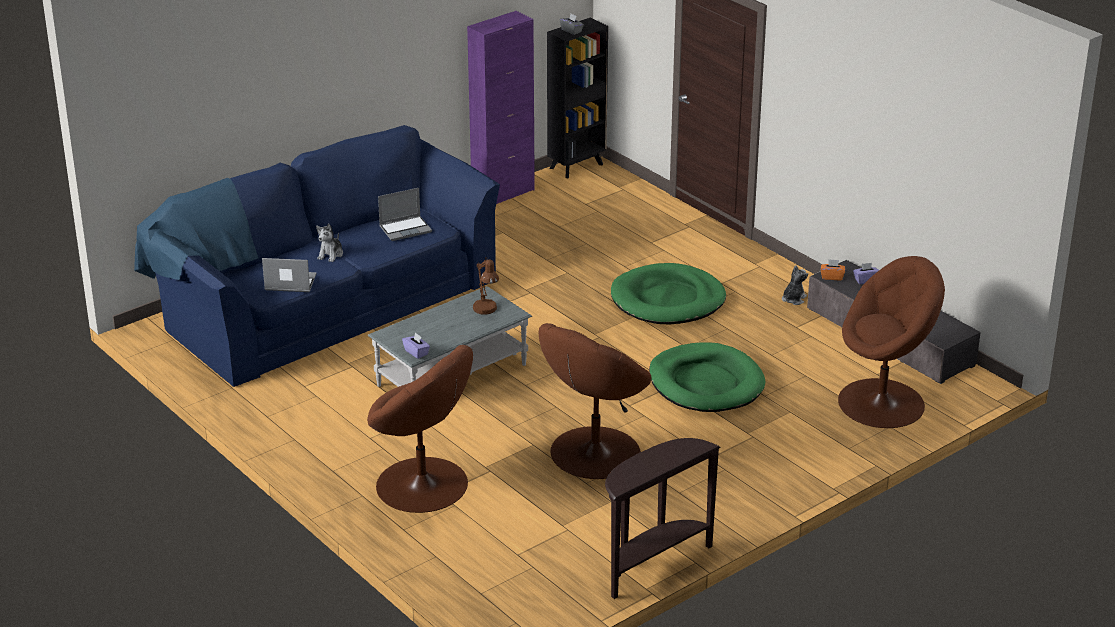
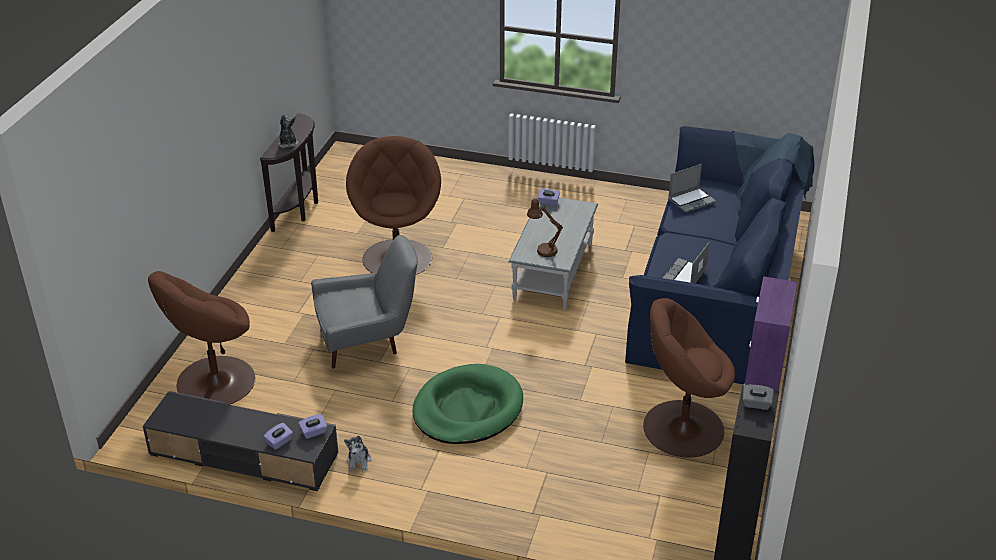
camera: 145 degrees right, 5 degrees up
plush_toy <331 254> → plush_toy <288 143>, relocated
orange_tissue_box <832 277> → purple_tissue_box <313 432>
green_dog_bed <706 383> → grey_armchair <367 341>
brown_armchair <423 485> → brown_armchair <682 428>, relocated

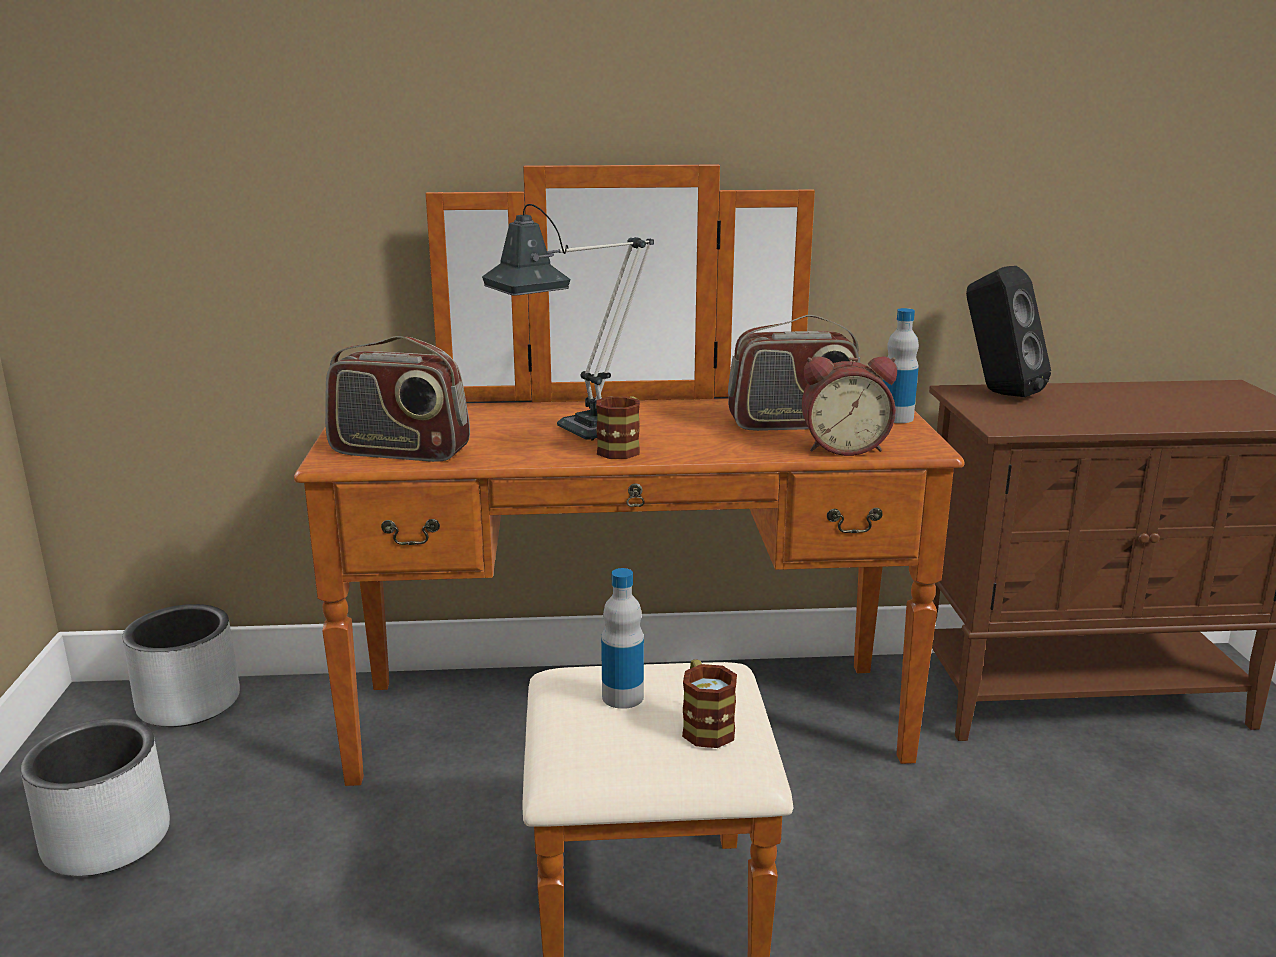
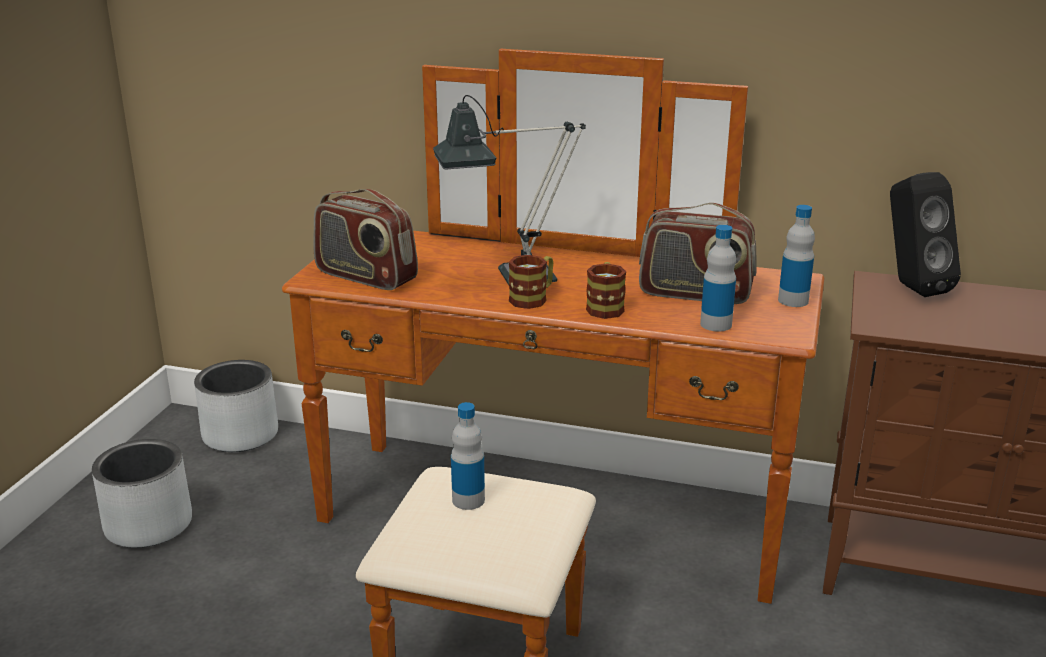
camera: 20 degrees right, 5 degrees up
mug <704 725> → mug <605 306>, relocated
alarm_clock <843 447> → bottle <716 324>

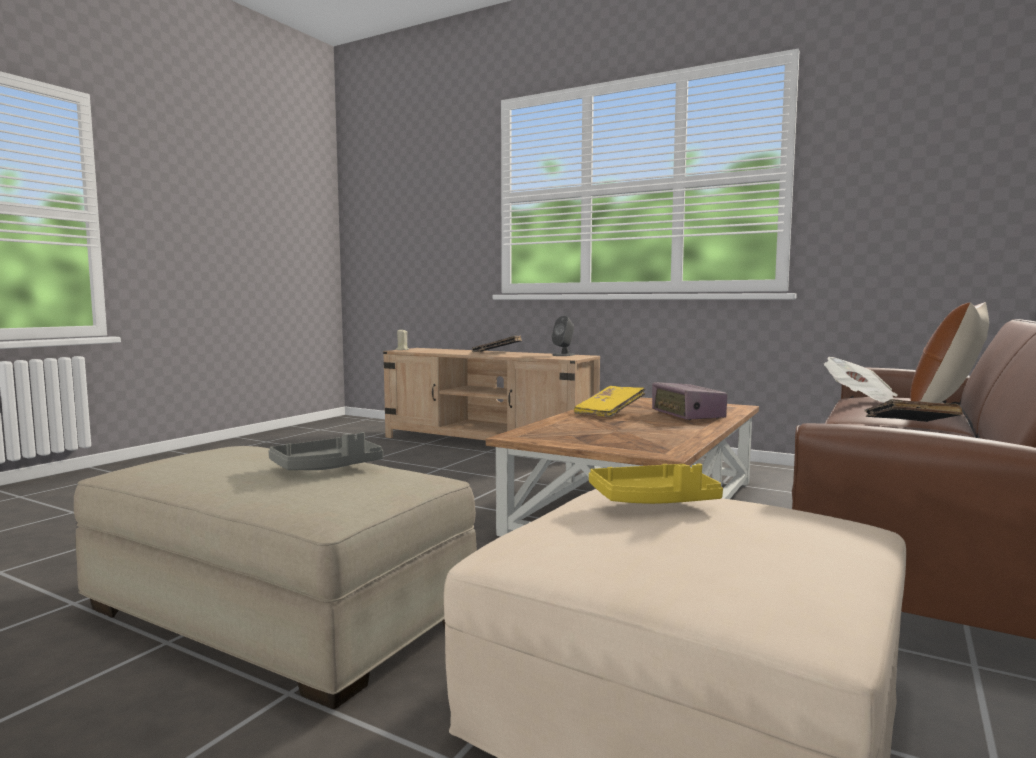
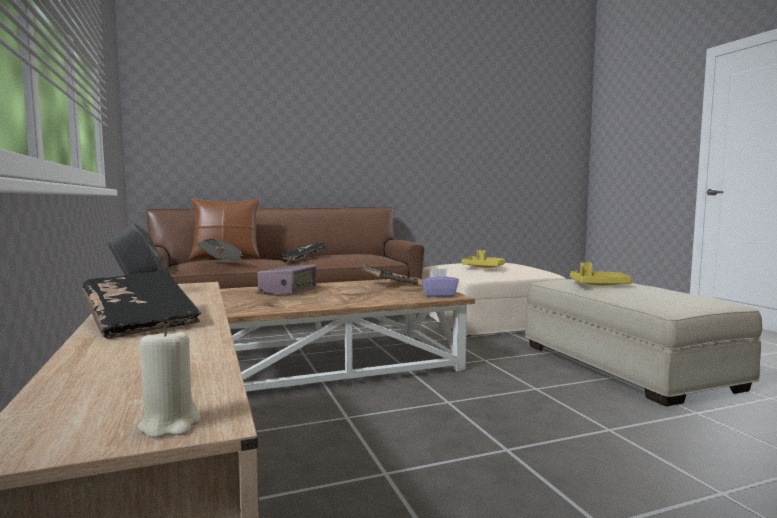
camera: 140 degrees left, 0 degrees up
- → black_book <390 284>
- → purple_tissue_box <439 295>
grey_tray <327 468> → yellow_tray <599 285>
yellow_book <609 412> → -

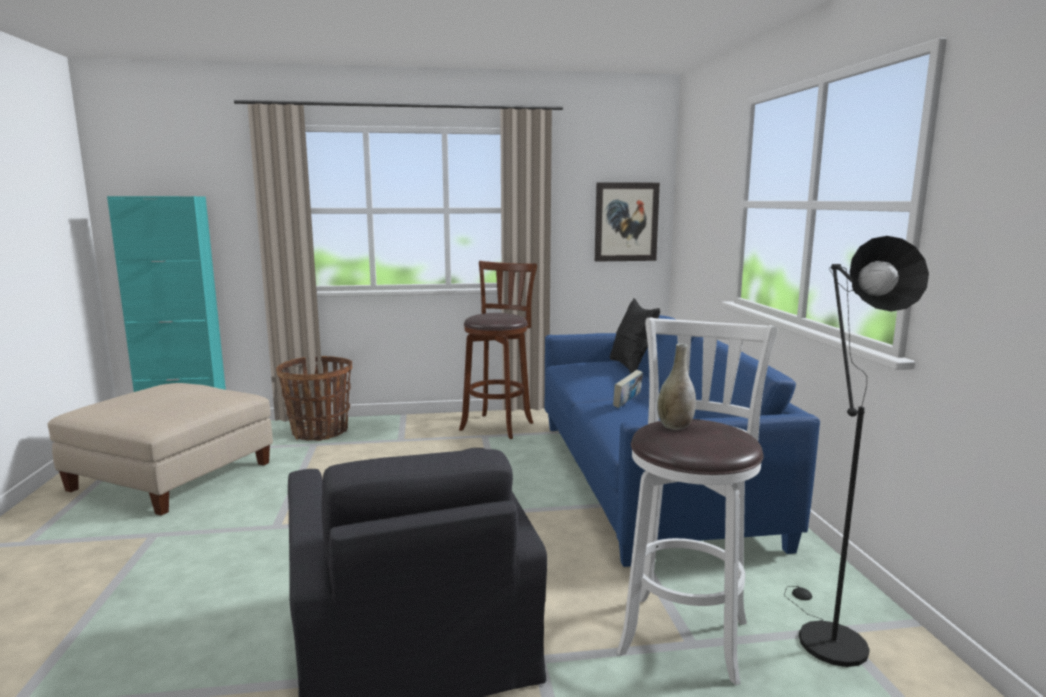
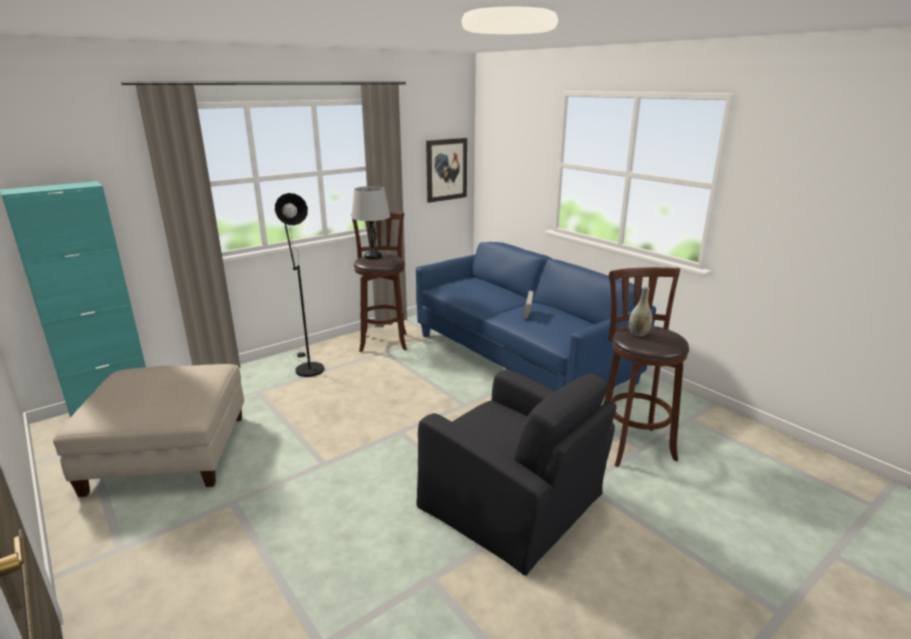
camera: 30 degrees left, 10 degrees up
black_floor_lamp <824 636> → black_floor_lamp <307 368>, relocated
- → grey_table_lamp <373 256>
white_stool <685 632> → brown_stool <632 444>
basket <320 432> → -
black_pillow <632 367> → -

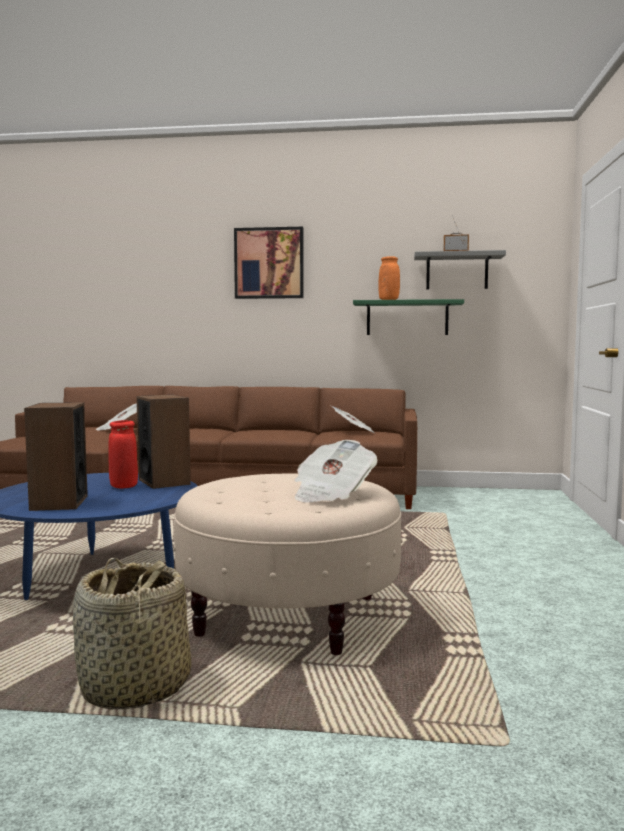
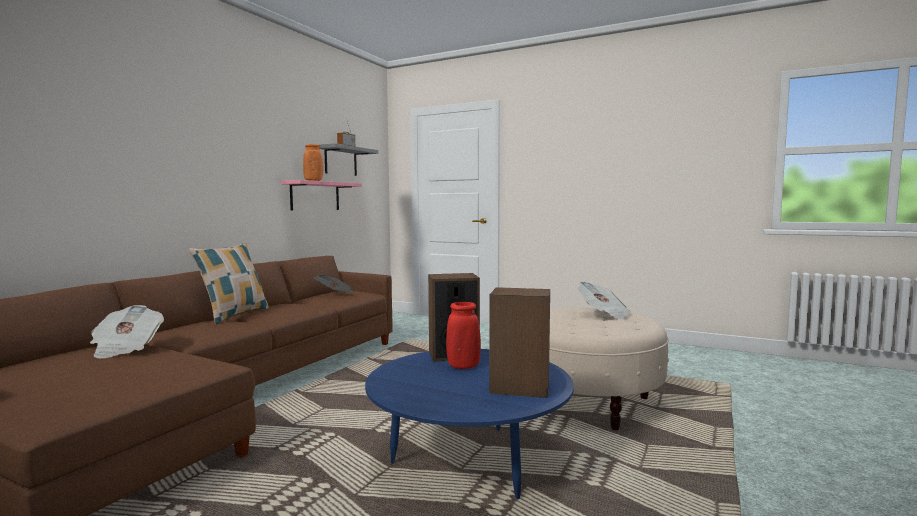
camera: 70 degrees left, 0 degrees up
- → pillow <234 315>
green_shelf <407 318> → pink_shelf <315 196>
basket <134 688> → -
picture <269 263> → -

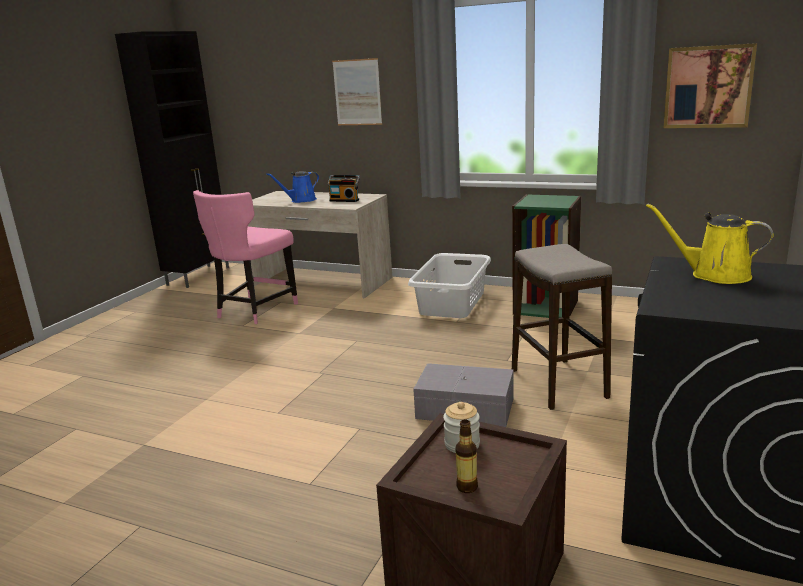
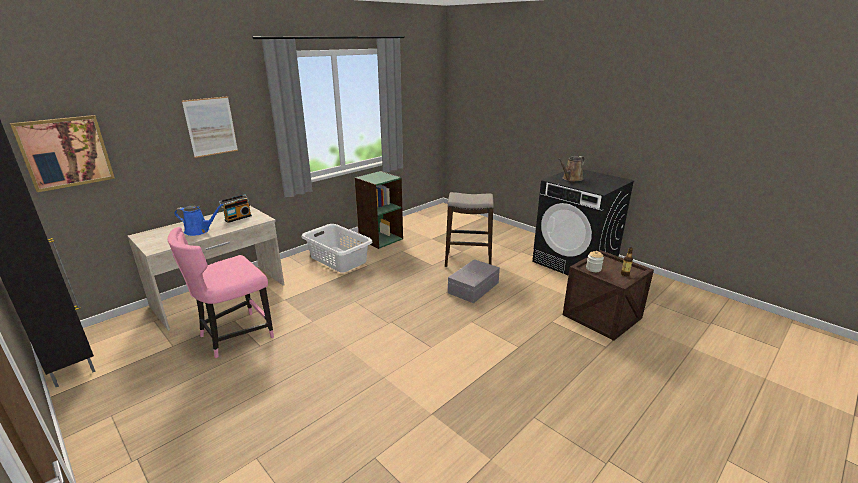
camera: 70 degrees left, 5 degrees up
picture <708 87> → picture <65 152>, relocated
pink_chair <254 311> → pink_chair <234 336>, 90 degrees clockwise
blue_watering_can <301 200> → blue_watering_can <199 231>, 75 degrees counterclockwise
yellow_watering_can <714 275> → brown_watering_can <571 179>

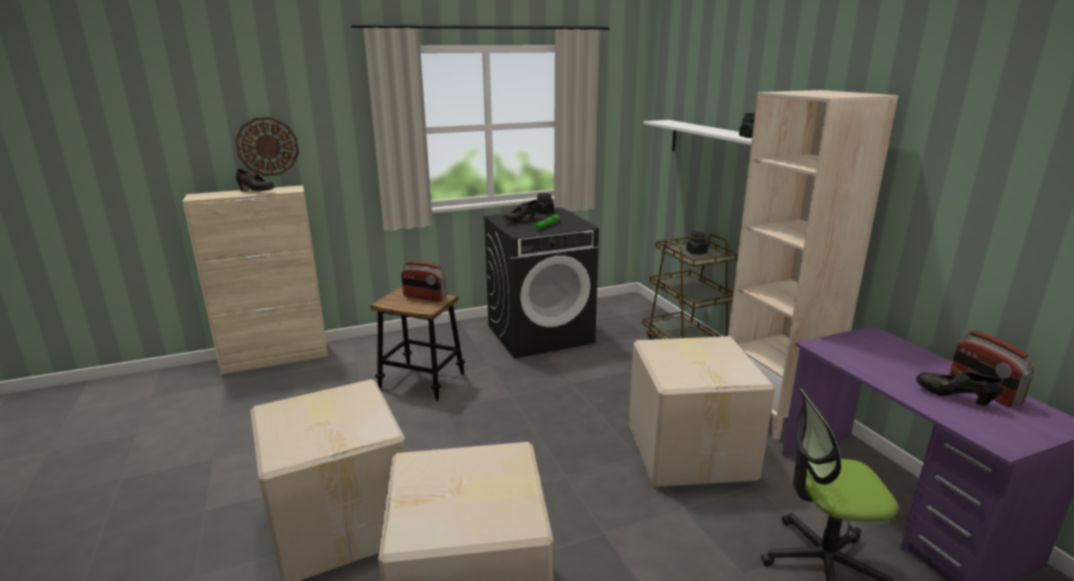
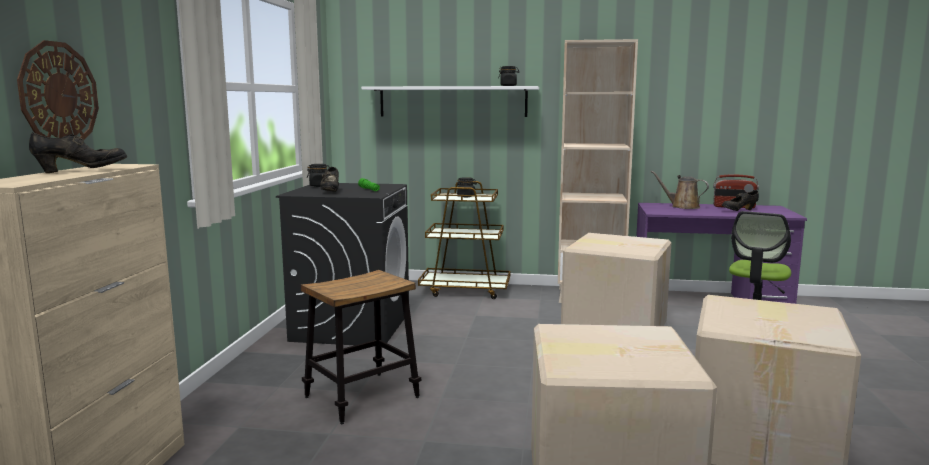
camera: 60 degrees left, 10 degrees down
- → brown_watering_can <682 207>
radio <424 297> → -

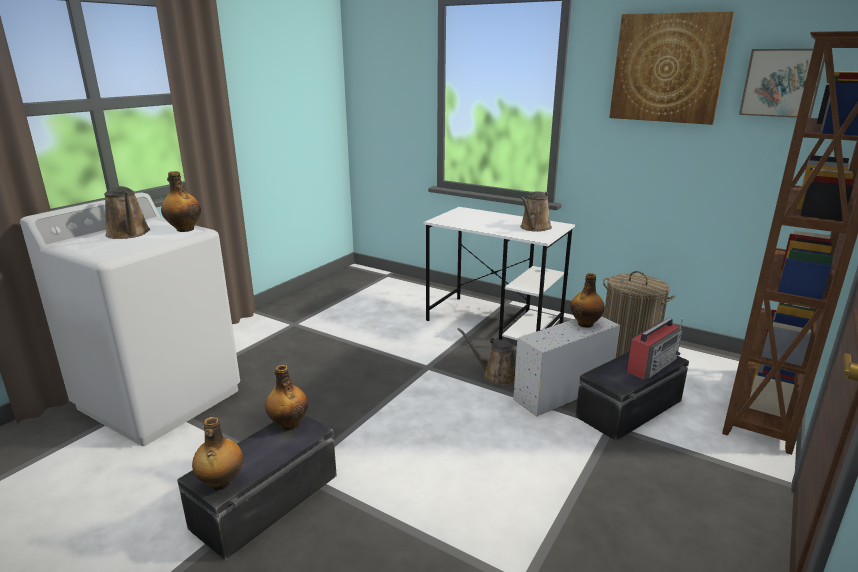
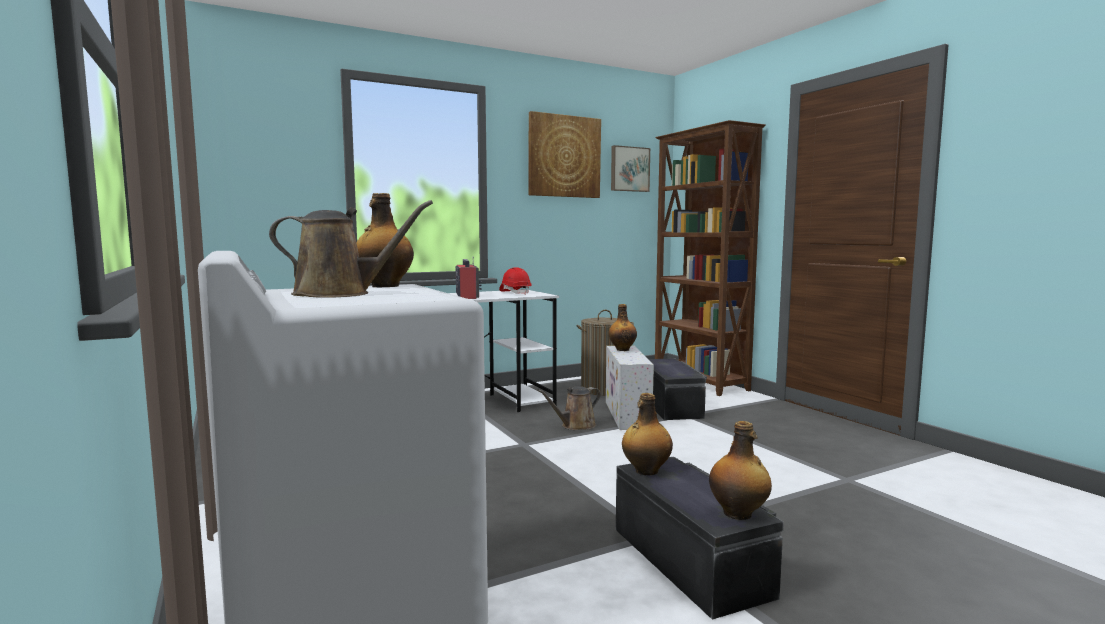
camera: 60 degrees left, 15 degrees down
radio <652 365> → radio <467 296>, relocated
brown_watering_can <534 228> → red_hard_hat <515 293>

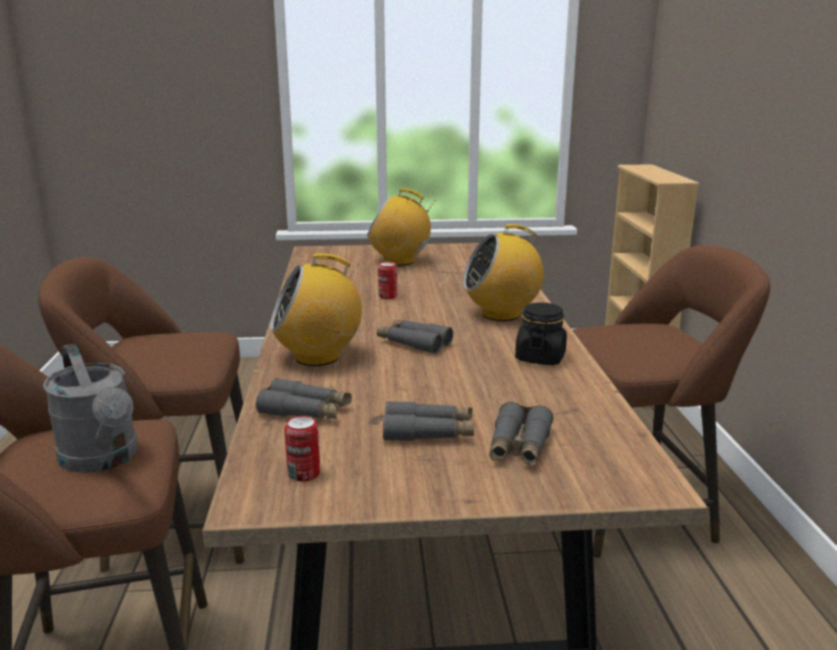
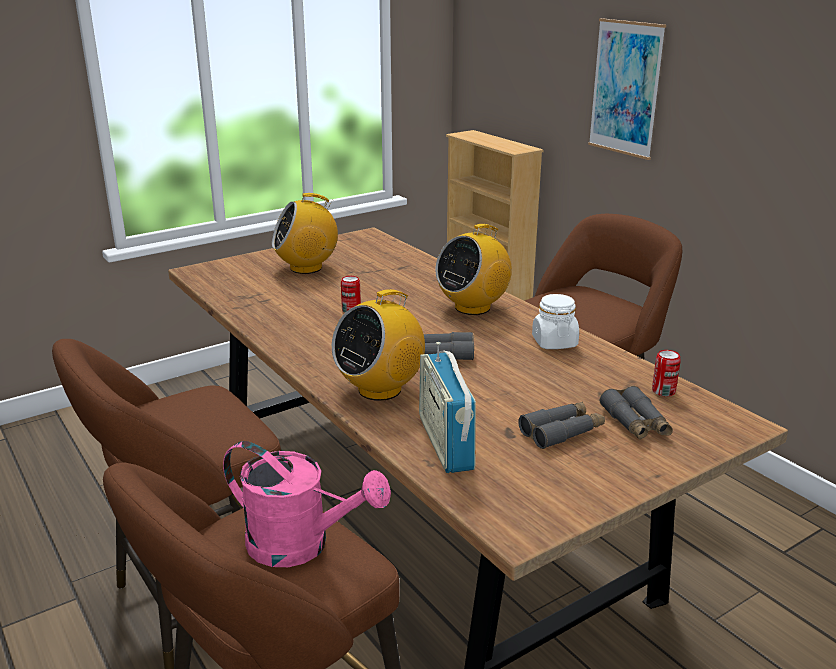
camera: 30 degrees left, 5 degrees up
grey_watering_can <103 459> → pink_watering_can <301 545>
grey_binoculars <305 411> → radio <445 443>
black_jar <540 357> → white_jar <554 342>
- → picture <625 88>
can <304 474> → can <663 391>, relocated

